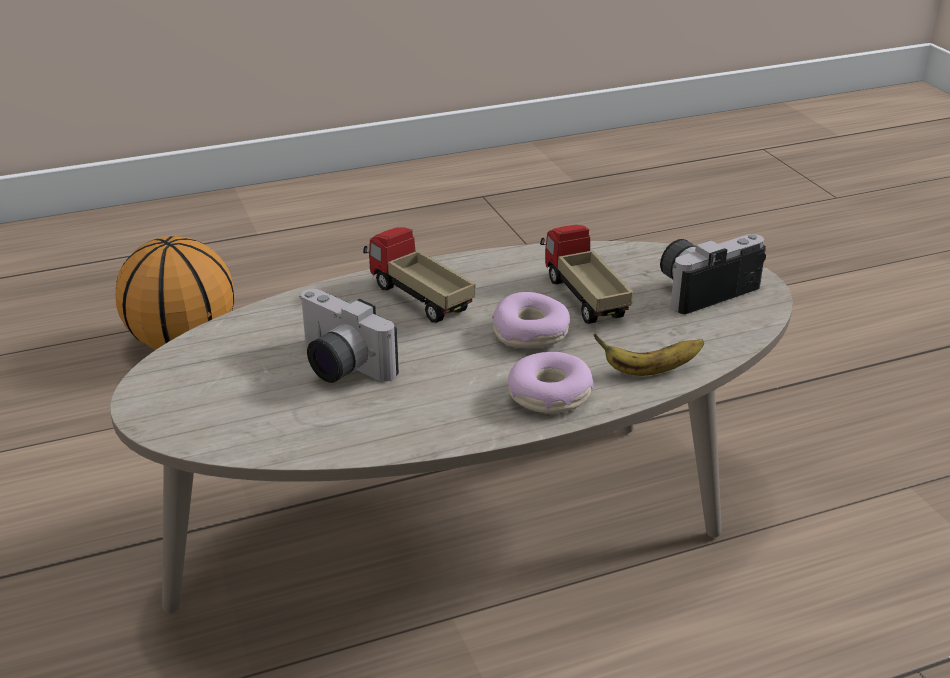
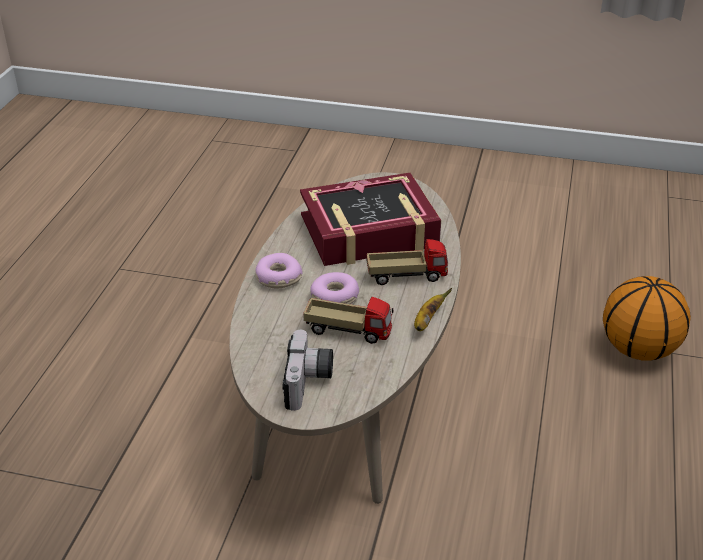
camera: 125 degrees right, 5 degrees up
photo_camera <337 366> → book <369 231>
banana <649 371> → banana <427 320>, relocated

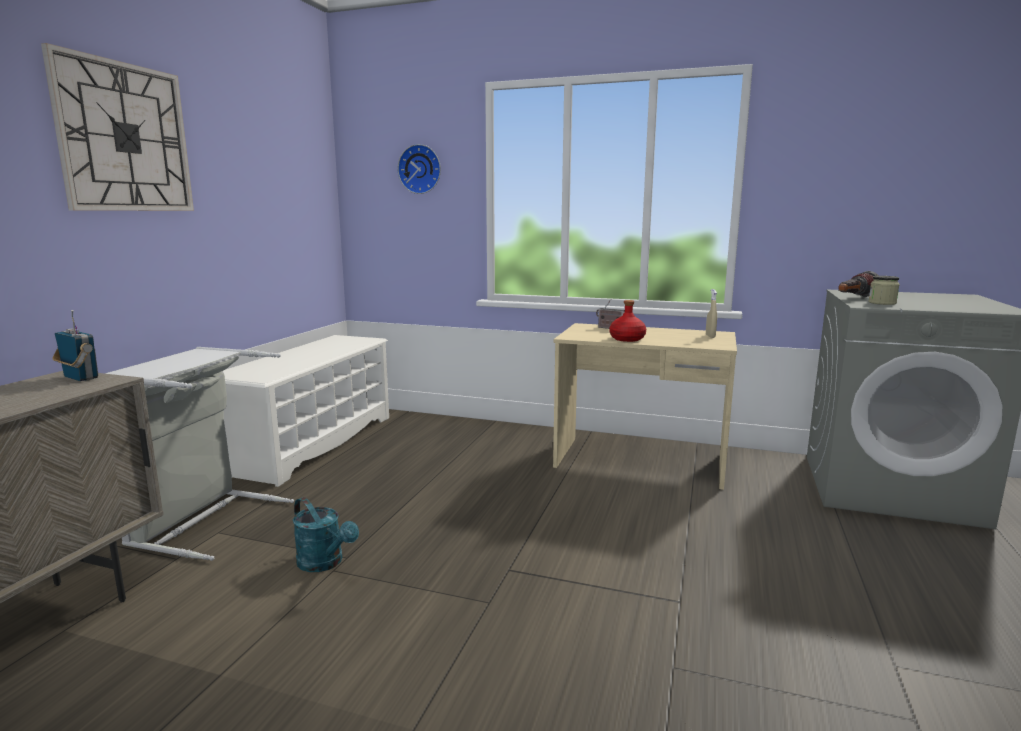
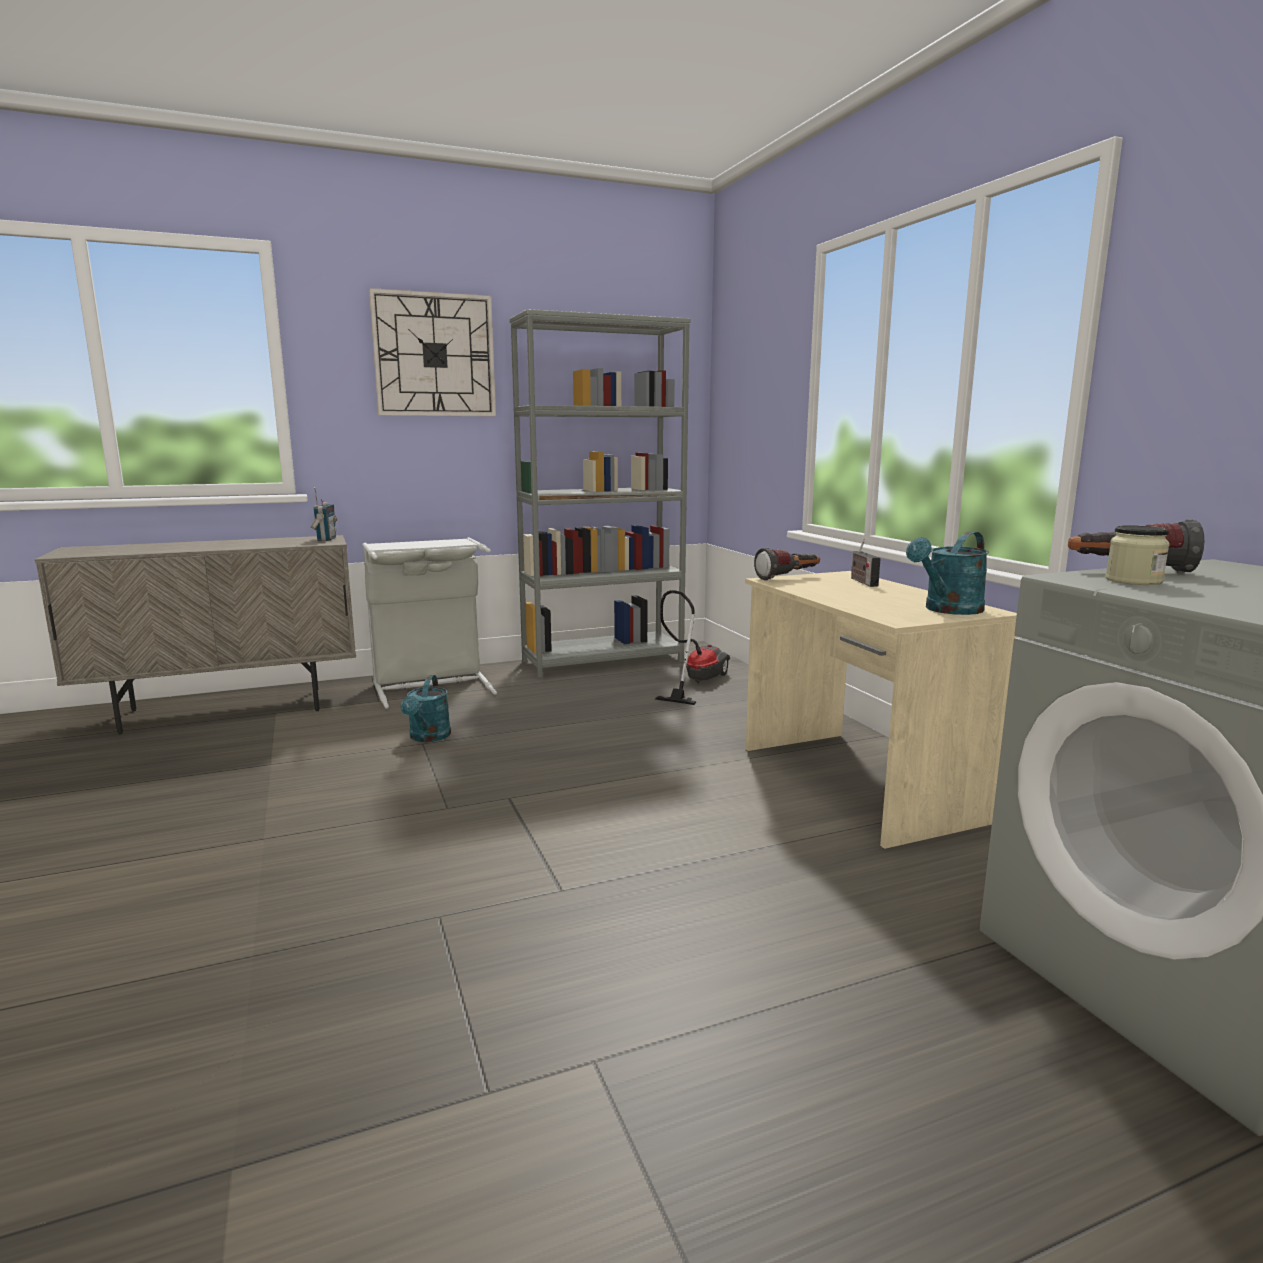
camera: 50 degrees right, 0 degrees up
white_shoe_rack <313 443> → grey_bookcase <603 661>
- → vacuum_cleaner <694 681>
- → flashlight <788 578>
beige_spray_bottle <710 336> → turquoise_watering_can <948 610>
wall_clock <420 169> → -
red_bottle <627 339> → -

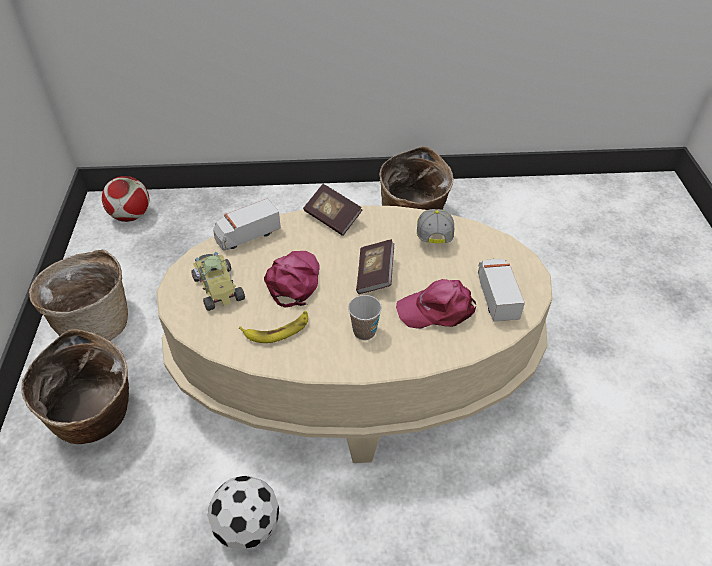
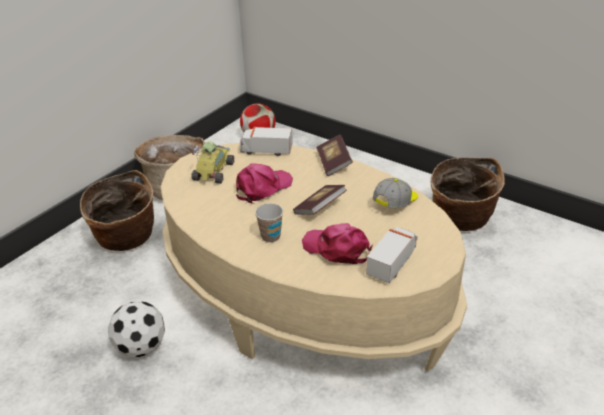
camera: 40 degrees right, 10 degrees down
banana <277 330> → -

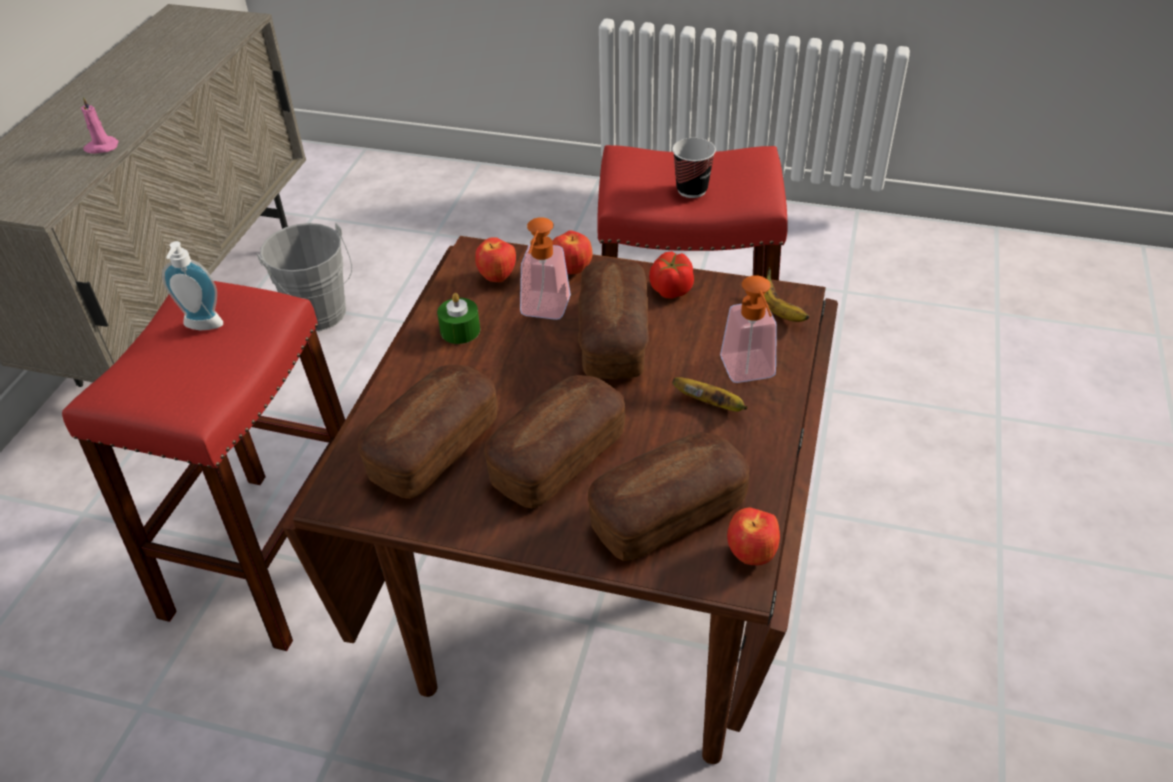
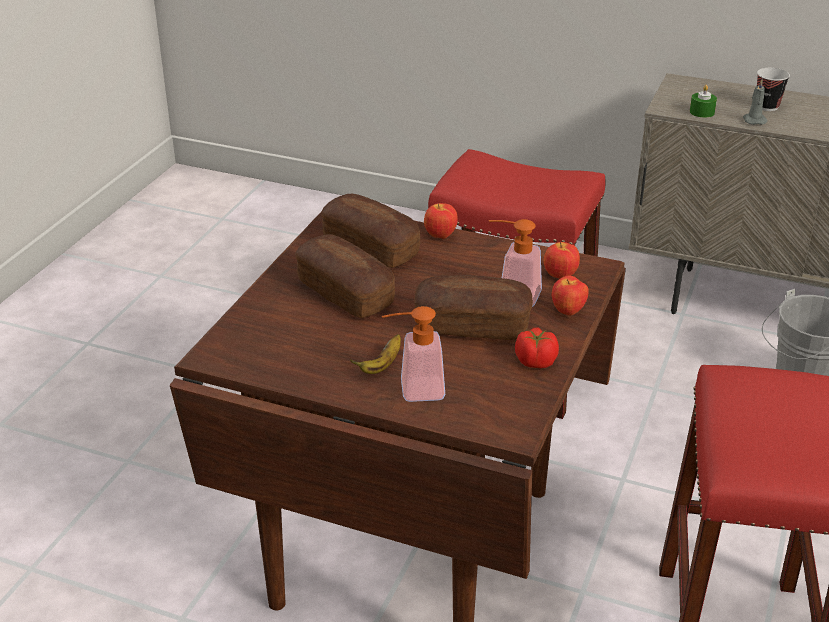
camera: 95 degrees right, 10 degrees down
apple <751 555> → apple <440 236>, relocated
green_candle <460 330> → green_candle <702 112>, relocated
pink_candle <101 147> → grey_candle <753 120>
cup <692 190> → cup <767 106>, relocated
soap_dispenser <202 327> → -
bread <667 514> → -
banana <779 311> → -

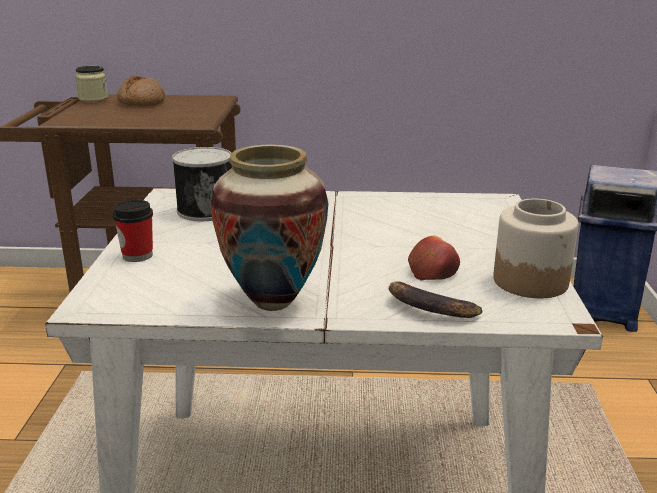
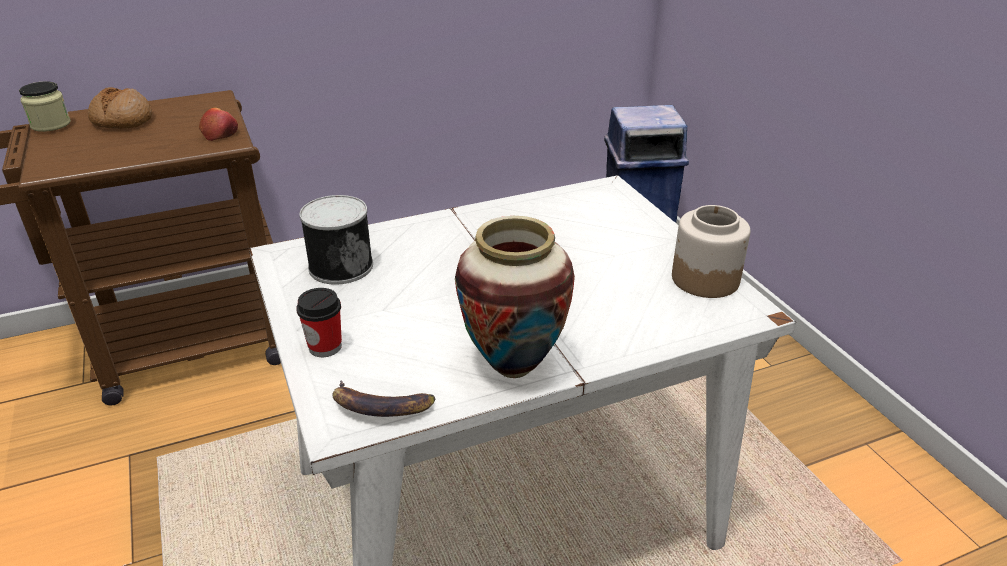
camera: 25 degrees left, 10 degrees up
apple <432 270> → apple <220 133>, relocated
banana <428 308> → banana <379 407>, relocated

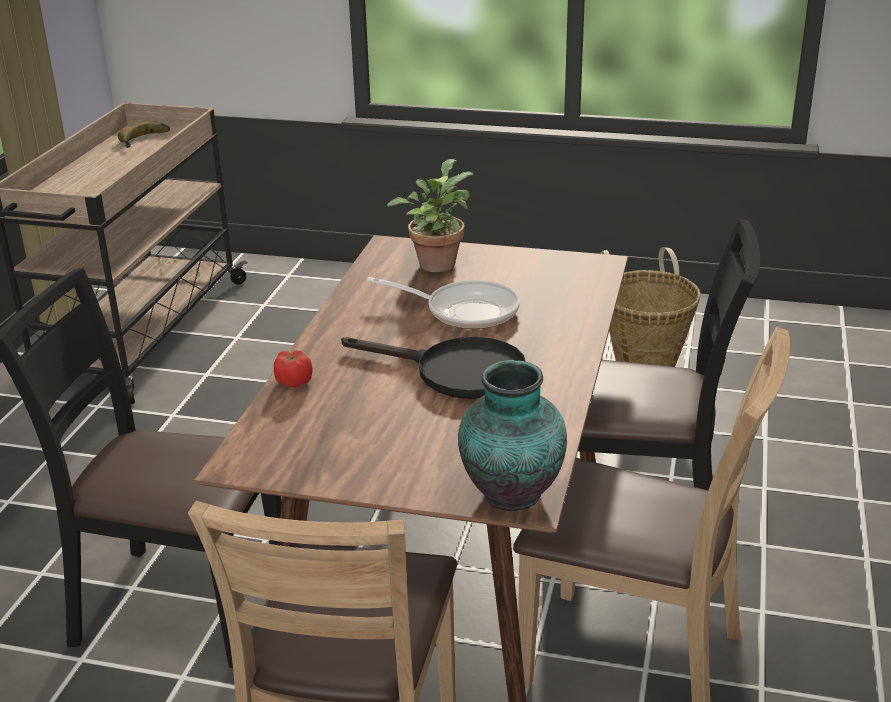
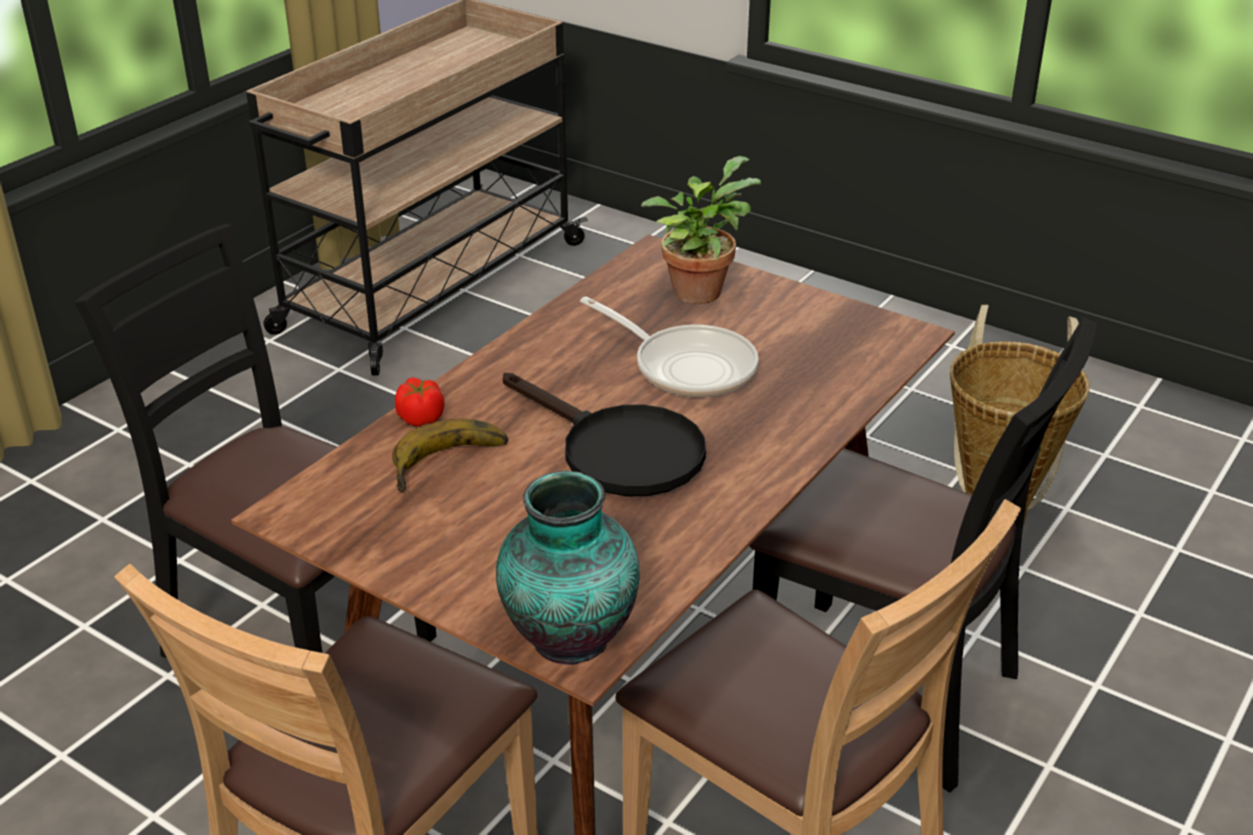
camera: 20 degrees right, 5 degrees up
banana <147 139> → banana <452 465>, relocated

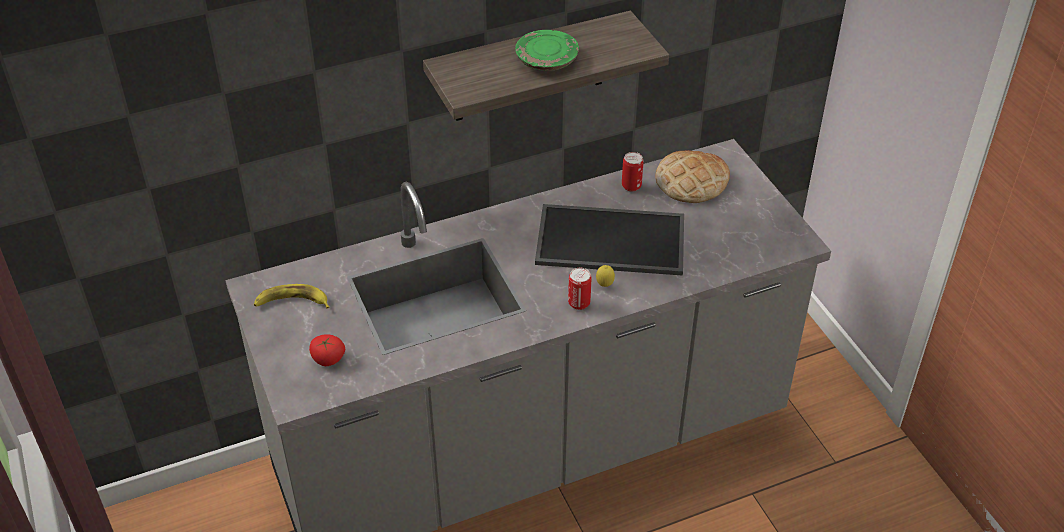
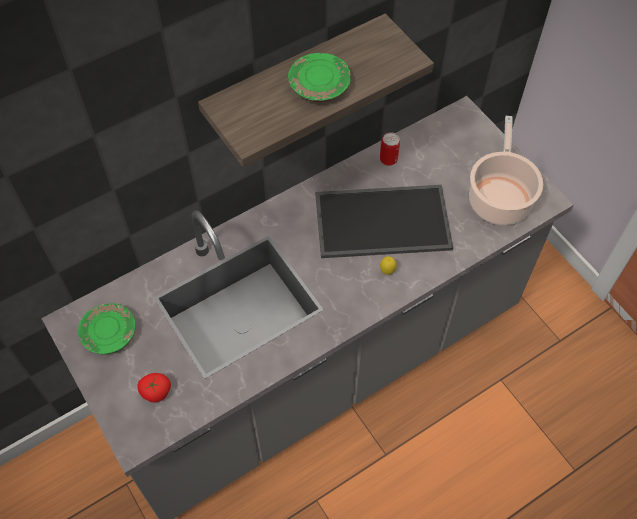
camera: 10 degrees left, 15 degrees up
banana <292 302> → green_plate <109 333>
- → cooking_pot <499 198>
can <579 303> → -
bread <691 182> → -

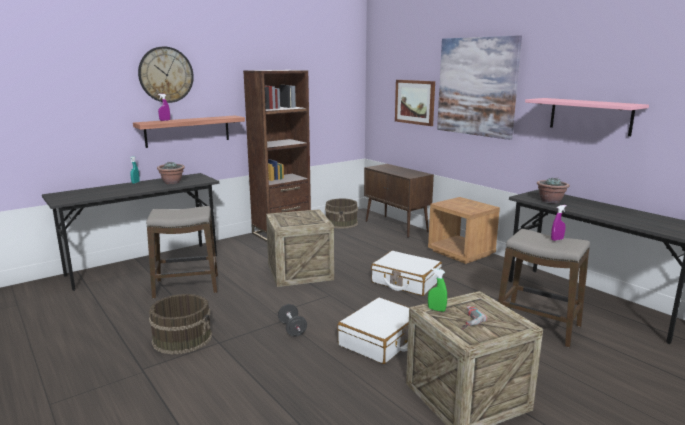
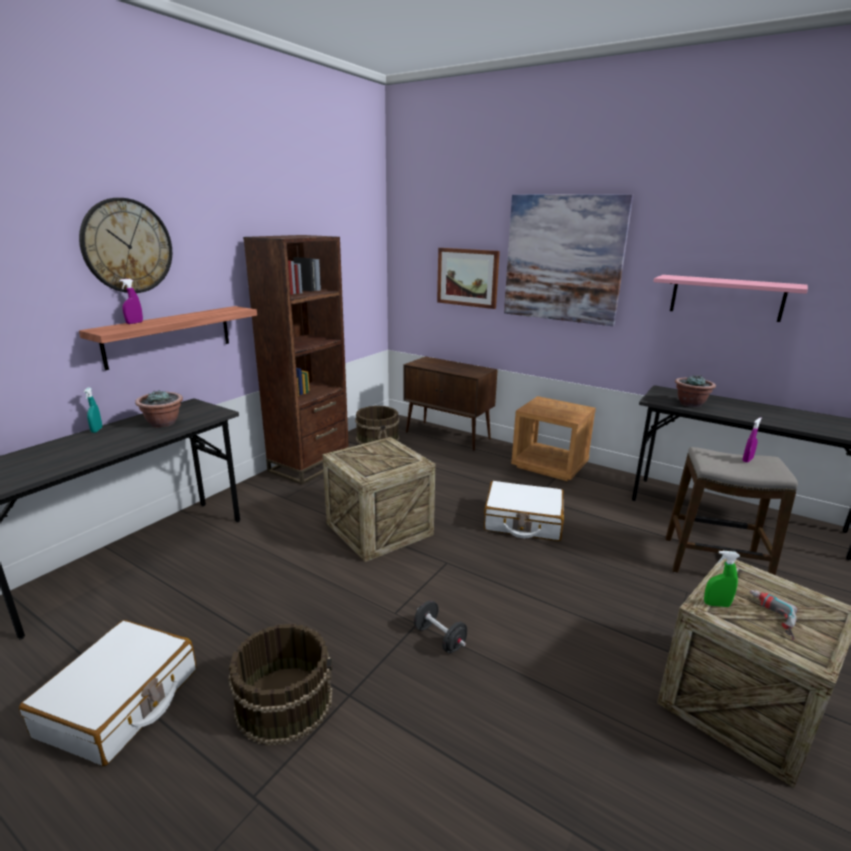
camera: 20 degrees left, 5 degrees up
white_suitcase <381 340> → white_suitcase <120 702>, relocated
stool <186 287> → -

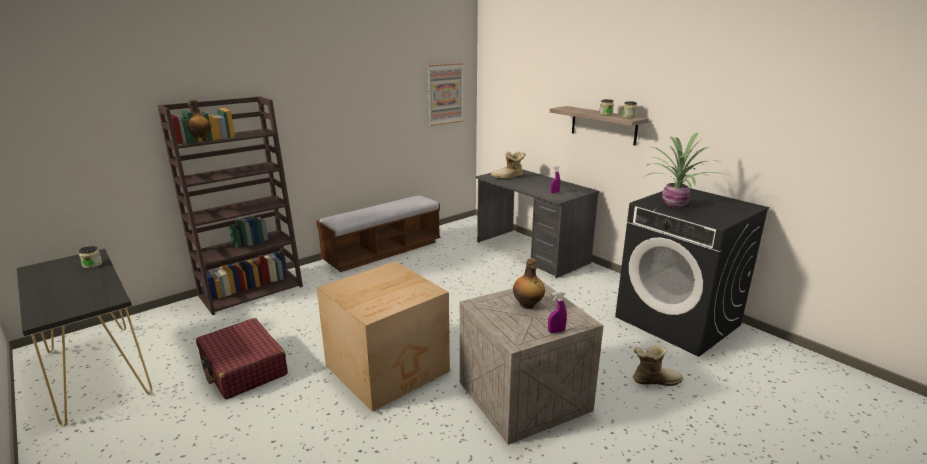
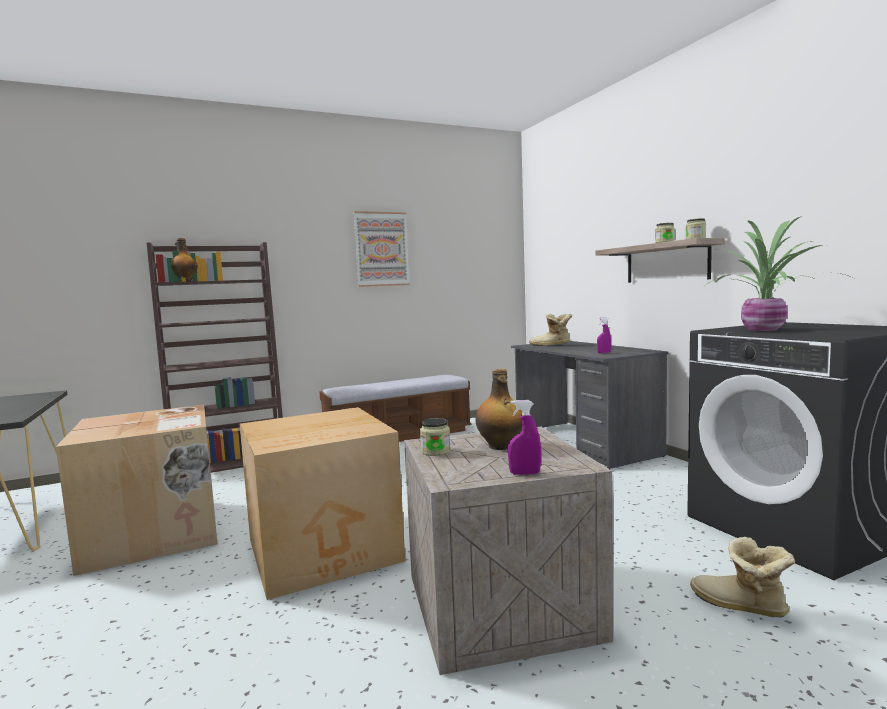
camera: 15 degrees right, 15 degrees down
red_suitcase <243 368> → cardboard_box <155 534>
picture <445 94> → picture <381 249>, relocated
jar <92 265> → jar <435 451>, relocated
boot <654 380> → boot <740 607>, 150 degrees counterclockwise

